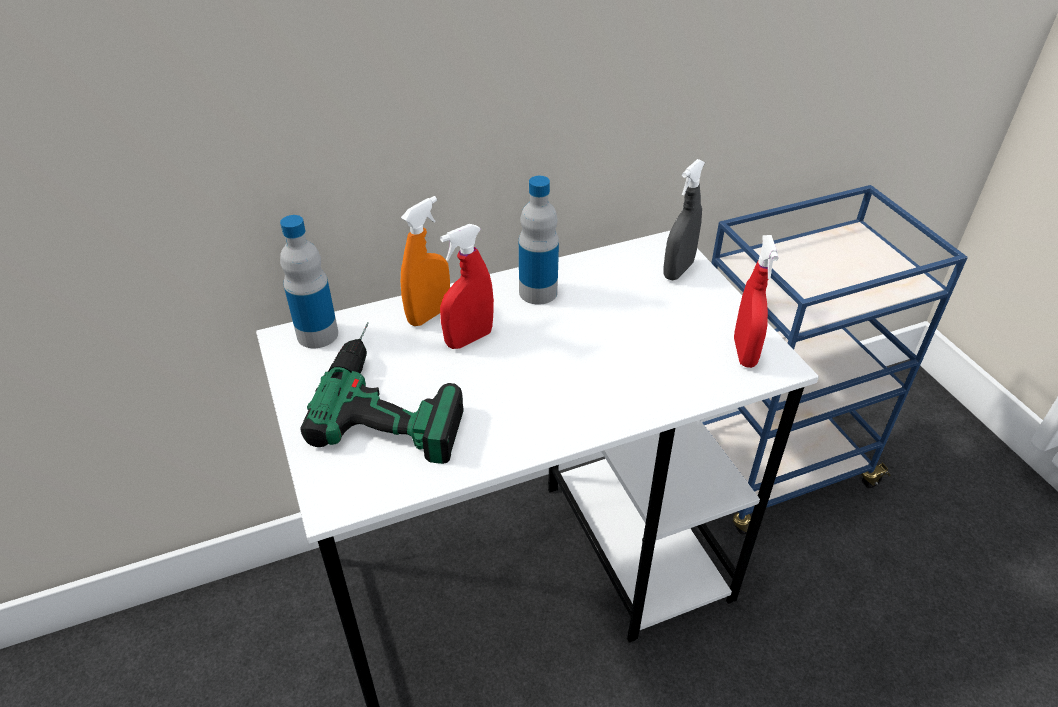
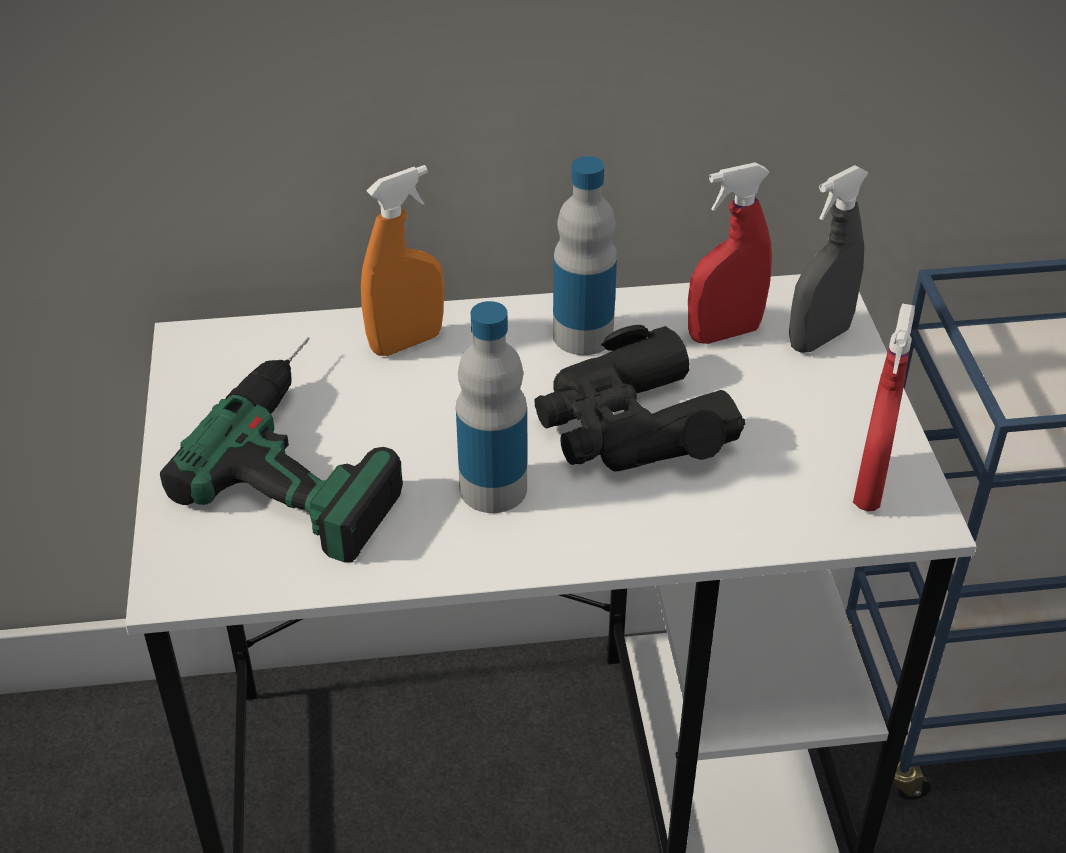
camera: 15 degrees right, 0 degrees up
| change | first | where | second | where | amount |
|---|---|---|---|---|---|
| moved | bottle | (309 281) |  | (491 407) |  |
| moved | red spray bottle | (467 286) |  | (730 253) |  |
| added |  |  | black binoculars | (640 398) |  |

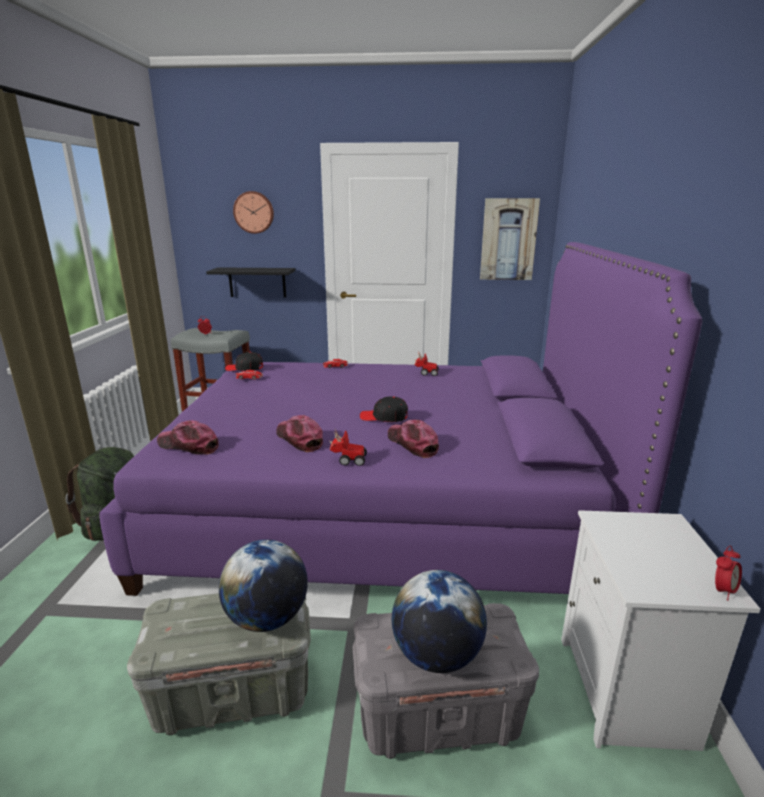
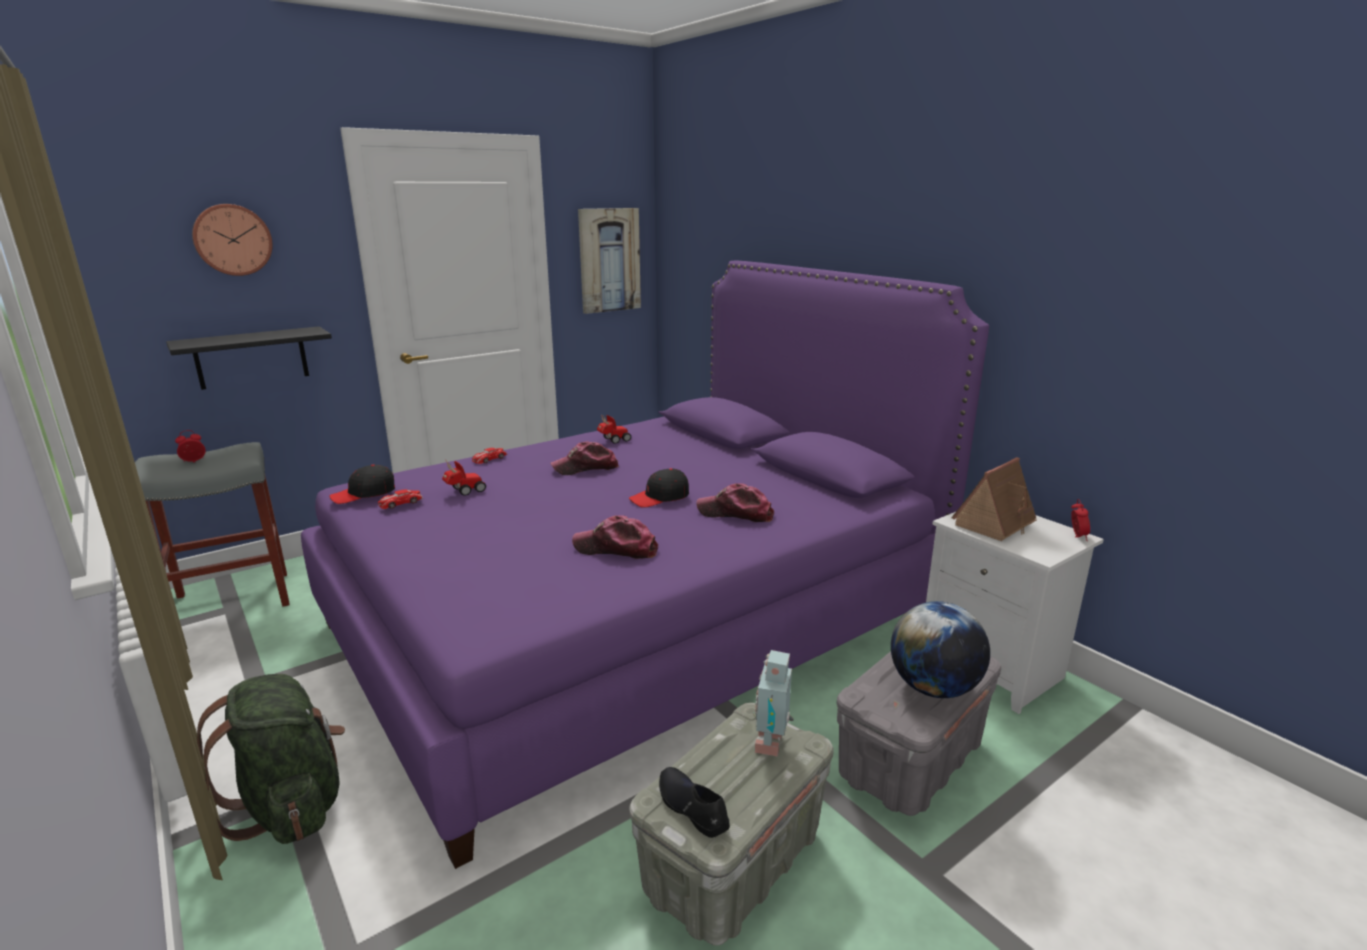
camera: 40 degrees left, 0 degrees up
| change | first | where | second | where | amount |
|---|---|---|---|---|---|
| moved | cap | (188 437) |  | (584 458) |  |
| replaced | globe | (263 585) | toy robot | (773 703) |  |
| moved | toy car | (348 447) |  | (464 478) |  |
| added |  |  | black shoe | (694 802) |  |
| added |  |  | toy house | (994 499) |  |

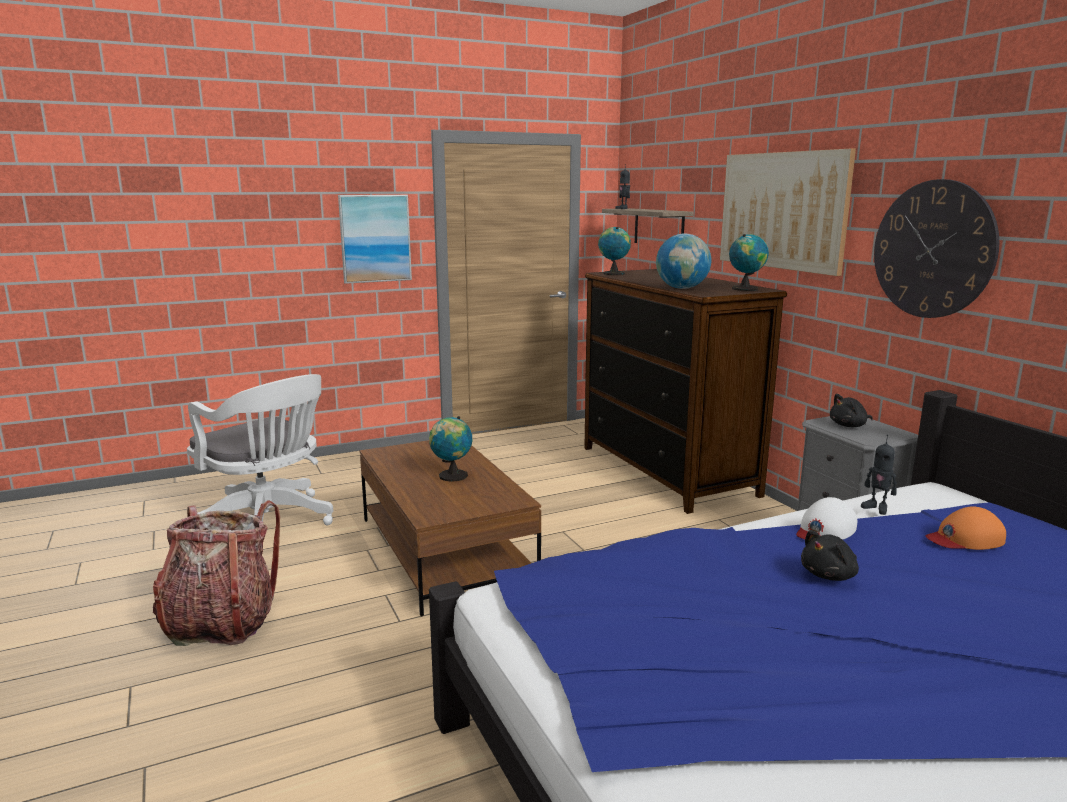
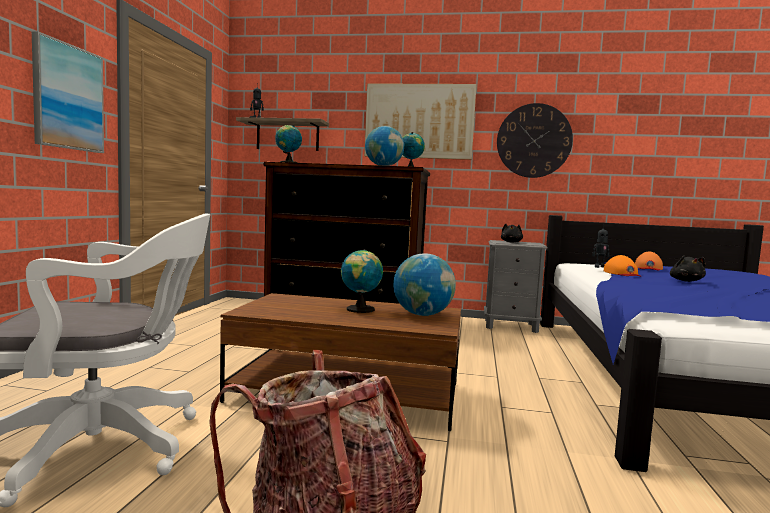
camera: 55 degrees left, 10 degrees down
| change | first | where | second | where | amount |
|---|---|---|---|---|---|
| recoloured | white cap | (826 518) | orange cap | (623 266) |  |
| added |  |  | globe | (424 284) |  |

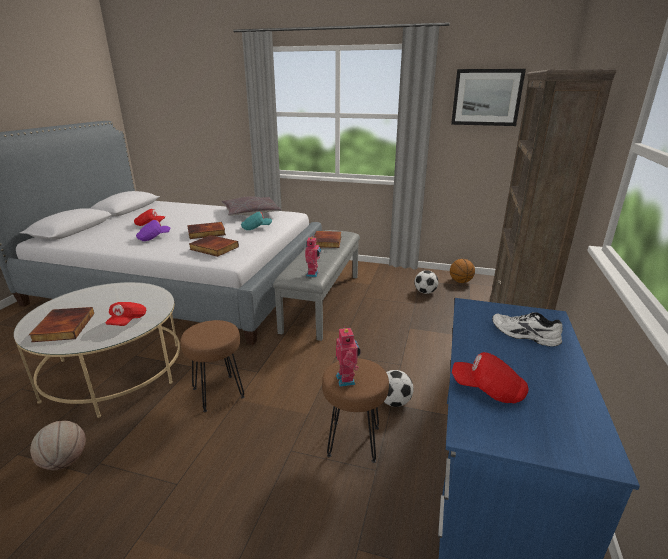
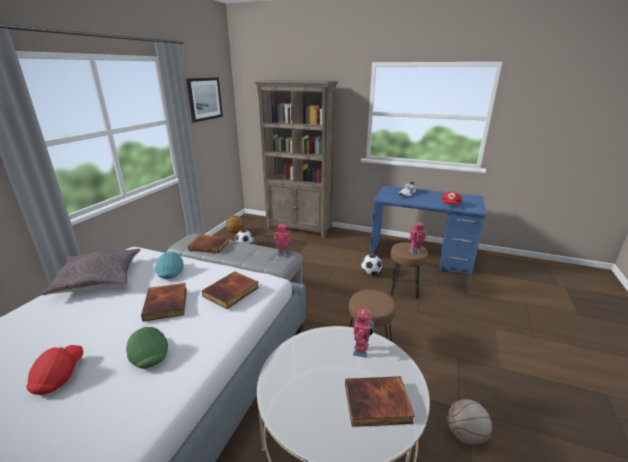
camera: 85 degrees left, 0 degrees up
| change | first | where | second | where | amount |
|---|---|---|---|---|---|
| replaced | red cap | (126 314) | toy robot | (363 332) |  |
| recoloured | purple cap | (153 230) | green cap | (147 347) |  |

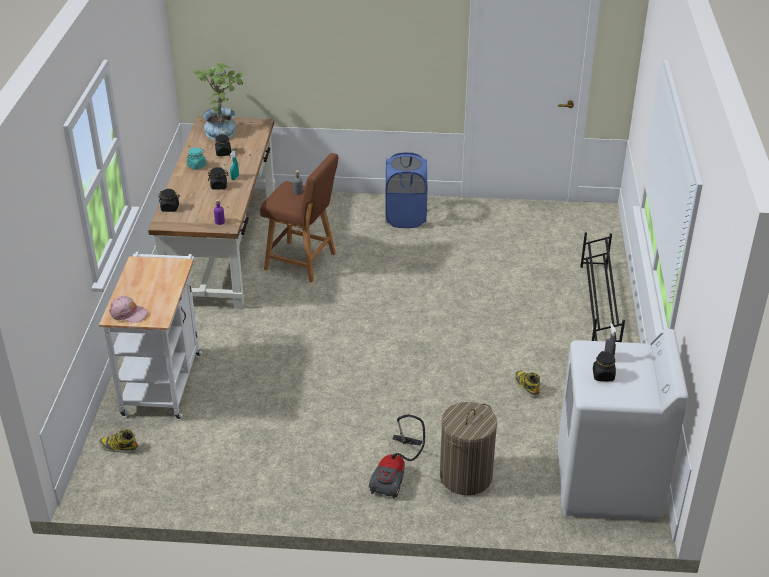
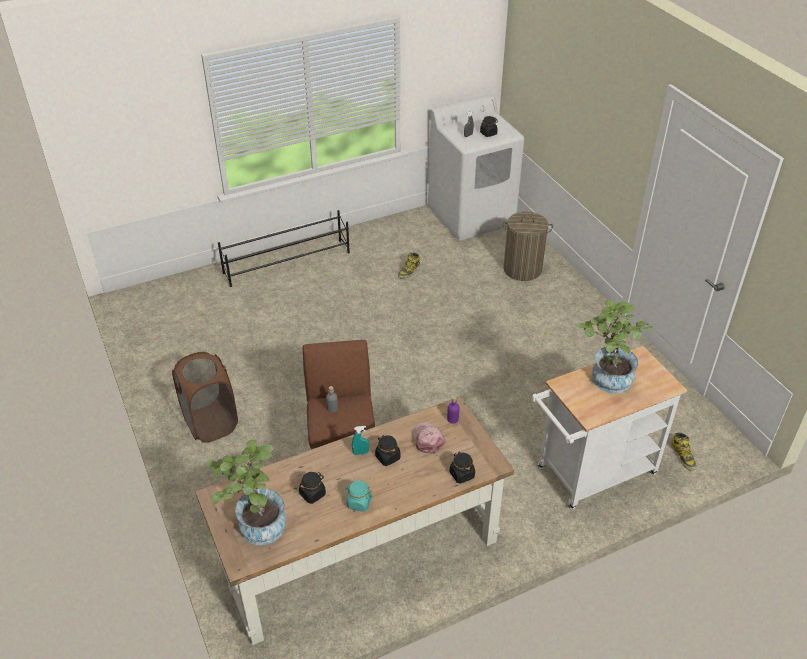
camera: 120 degrees left, 5 degrees up
| change | first | where | second | where | amount |
|---|---|---|---|---|---|
| moved | pink cap | (128 309) |  | (429 438) |  |
| removed | vacuum cleaner | (397 456) |  |  |  |
| recoloured | blue laundry basket | (406 190) | brown laundry basket | (205 397) |  |
| added |  |  | potted plant | (615 346) |  |

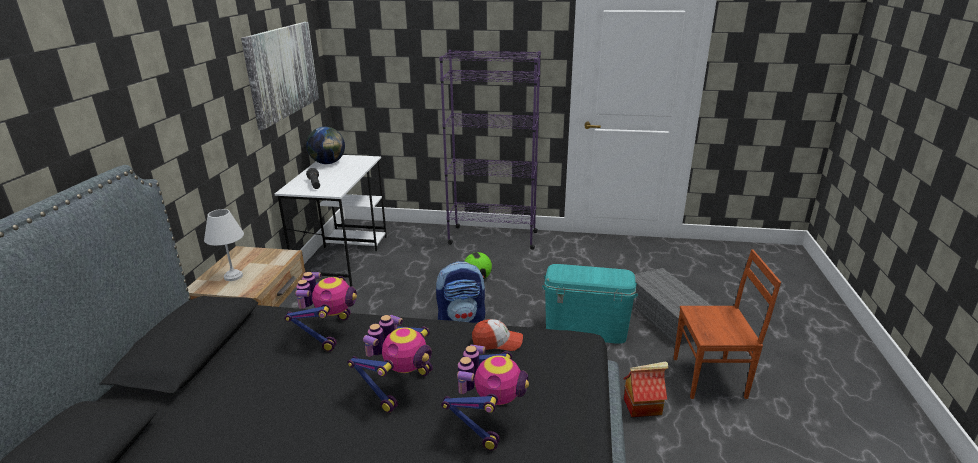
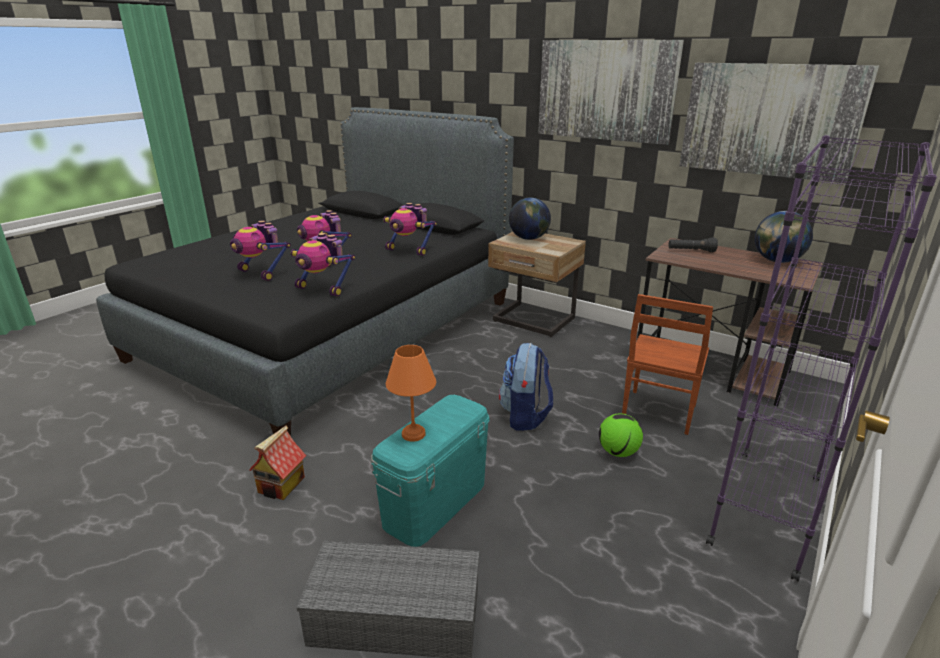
camera: 115 degrees right, 0 degrees up
| change | first | where | second | where | amount |
|---|---|---|---|---|---|
| replaced | white table lamp | (224 245) | globe | (530 218) |  |
| recoloured | white desk | (331 221) | brown desk | (730 322) |  |
| replaced | cap | (497 335) | toy robot | (323 265) |  |
| moved | brown chair | (727 324) |  | (667 364) |  |
| added |  |  | orange table lamp | (411 393) |  |
| added |  |  | picture | (611 92) |  |

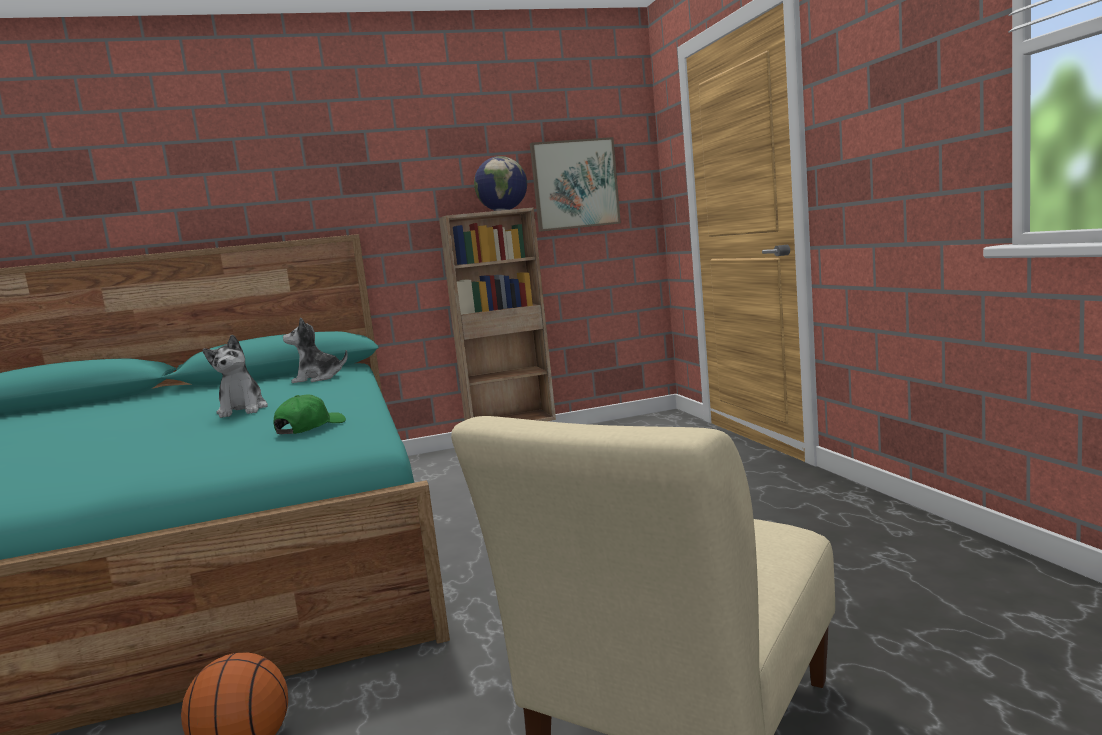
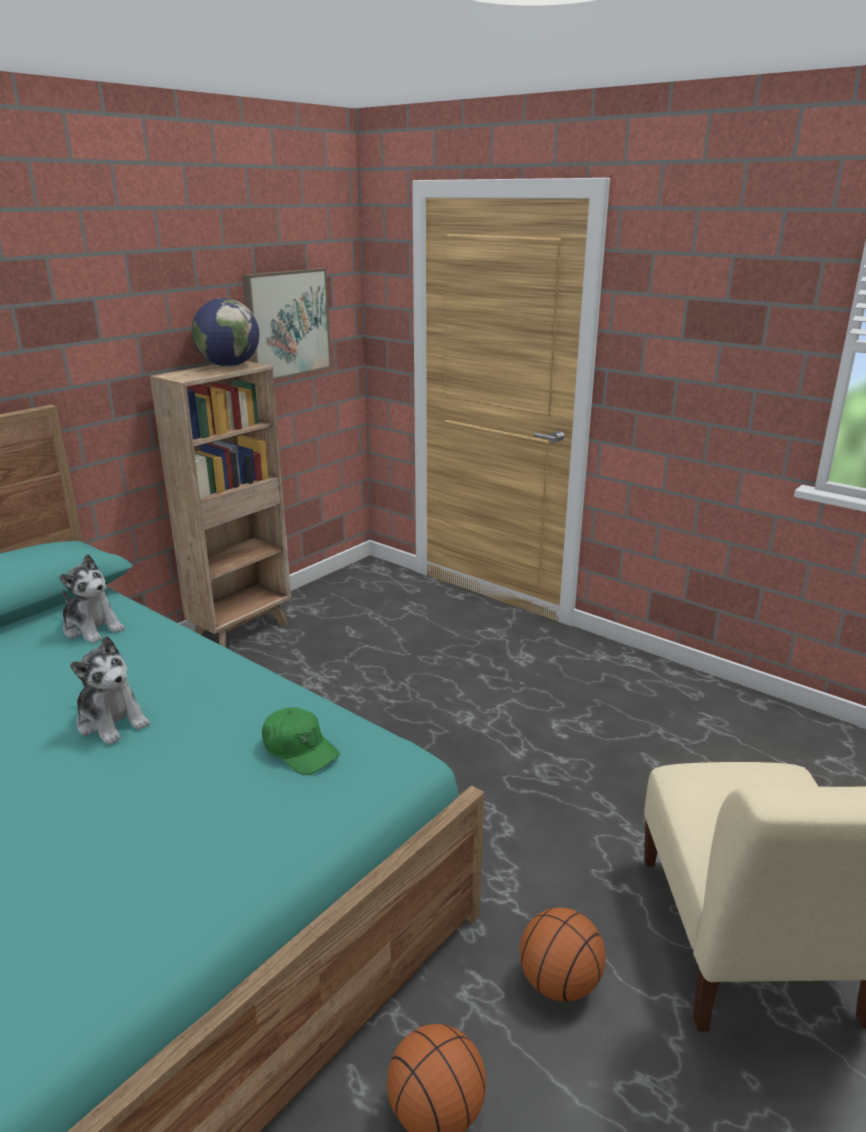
camera: 35 degrees left, 15 degrees up
| change | first | where | second | where | amount |
|---|---|---|---|---|---|
| turned | green cap | (310 414) |  | (301 741) | 135 degrees clockwise |
| turned | plush toy | (315 350) |  | (92 599) | 105 degrees counterclockwise |
| added |  |  | basketball | (563 954) |  |

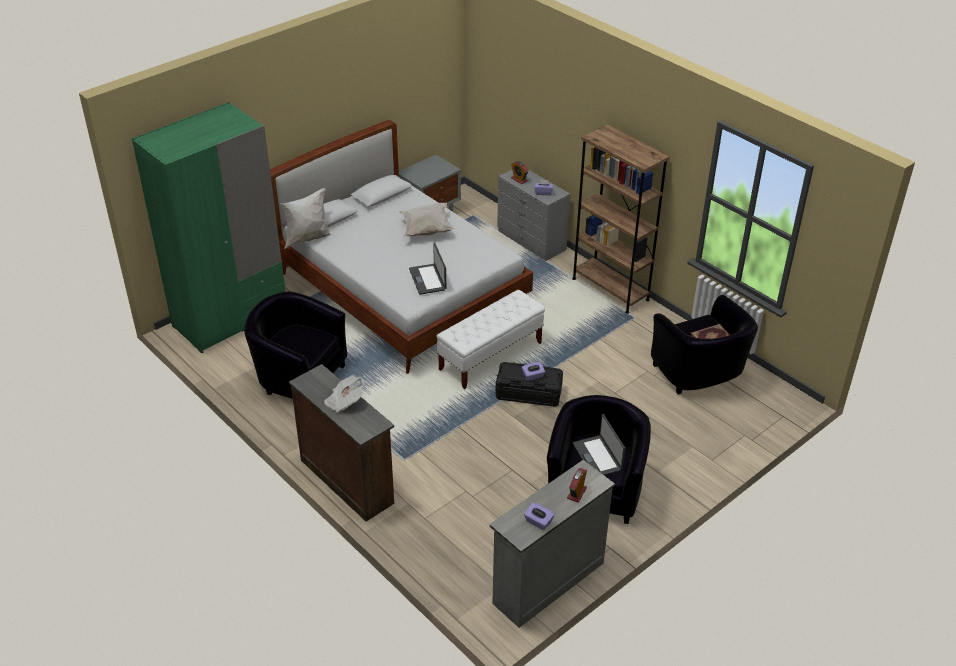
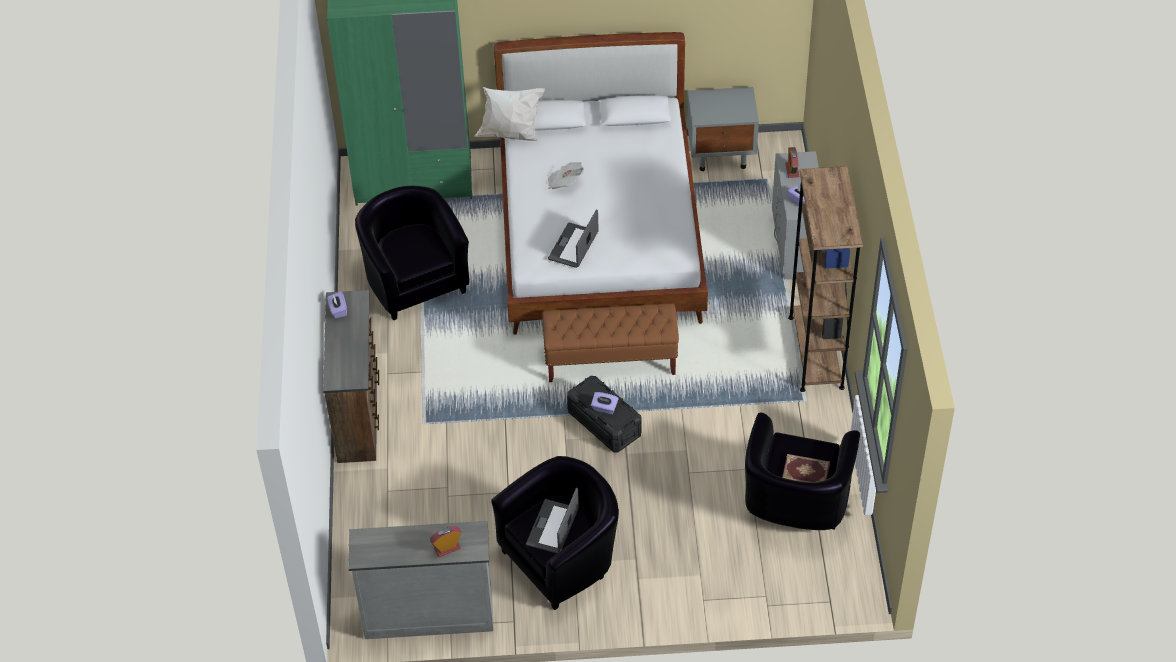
camera: 40 degrees right, 10 degrees up
| change | first | where | second | where | amount |
|---|---|---|---|---|---|
| moved | newspaper | (344 394) |  | (566 175) |  |
| removed | white pillow | (427 220) |  |  |  |
| recoloured | white bench | (490 339) | brown bench | (610 342) |  |
| moved | purple tissue box | (539 516) |  | (337 304) |  |

